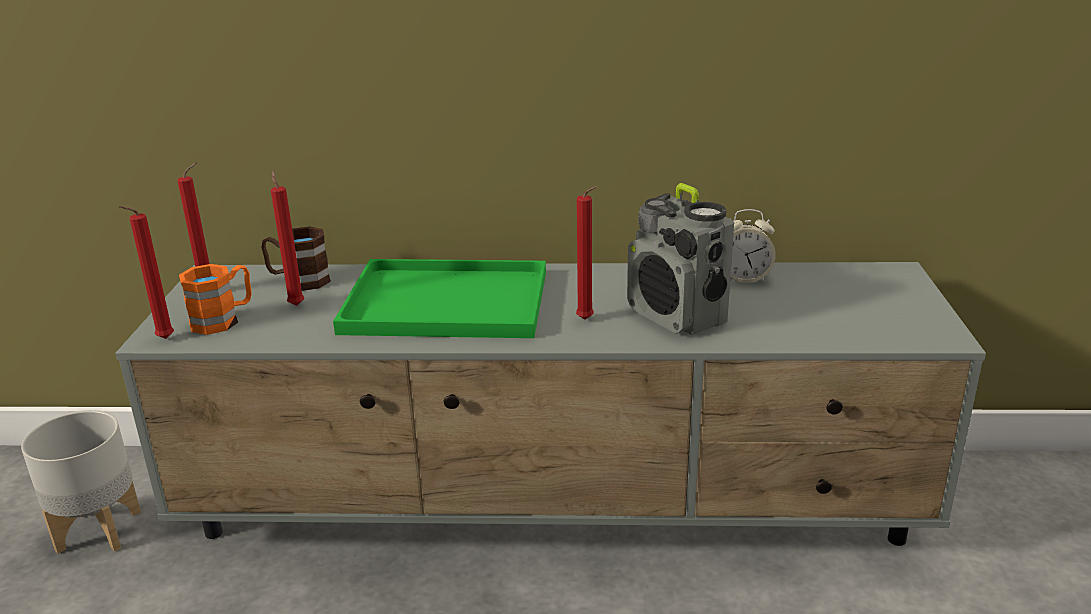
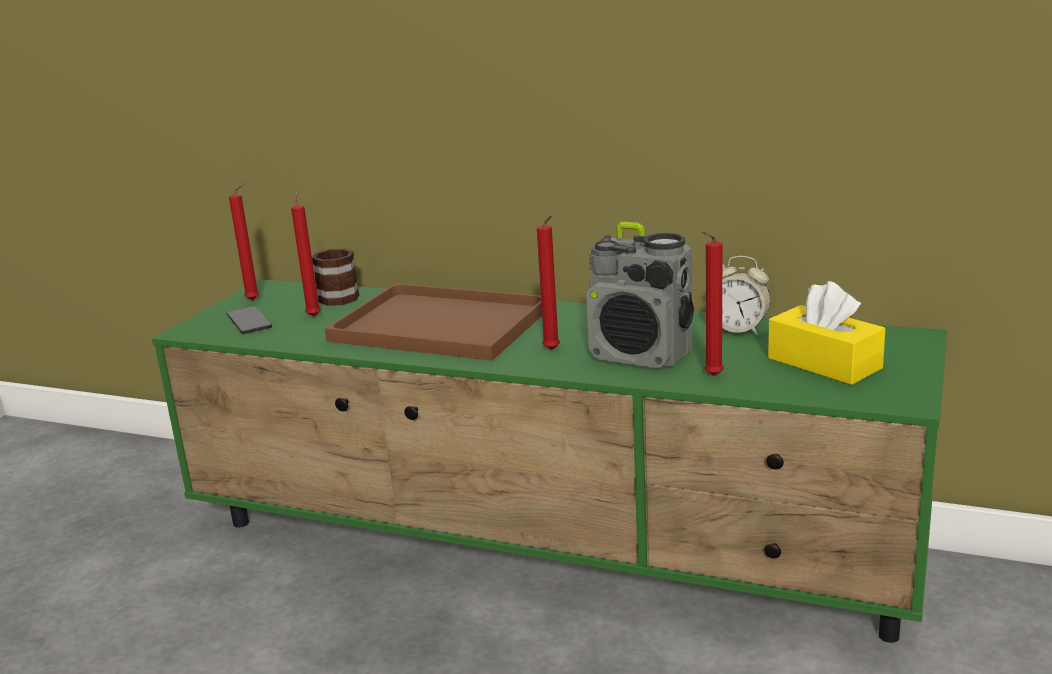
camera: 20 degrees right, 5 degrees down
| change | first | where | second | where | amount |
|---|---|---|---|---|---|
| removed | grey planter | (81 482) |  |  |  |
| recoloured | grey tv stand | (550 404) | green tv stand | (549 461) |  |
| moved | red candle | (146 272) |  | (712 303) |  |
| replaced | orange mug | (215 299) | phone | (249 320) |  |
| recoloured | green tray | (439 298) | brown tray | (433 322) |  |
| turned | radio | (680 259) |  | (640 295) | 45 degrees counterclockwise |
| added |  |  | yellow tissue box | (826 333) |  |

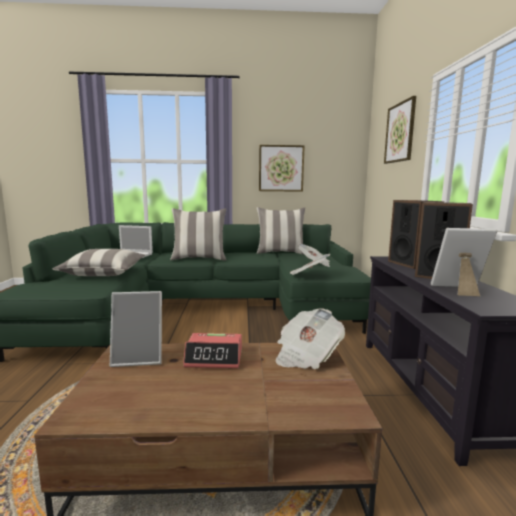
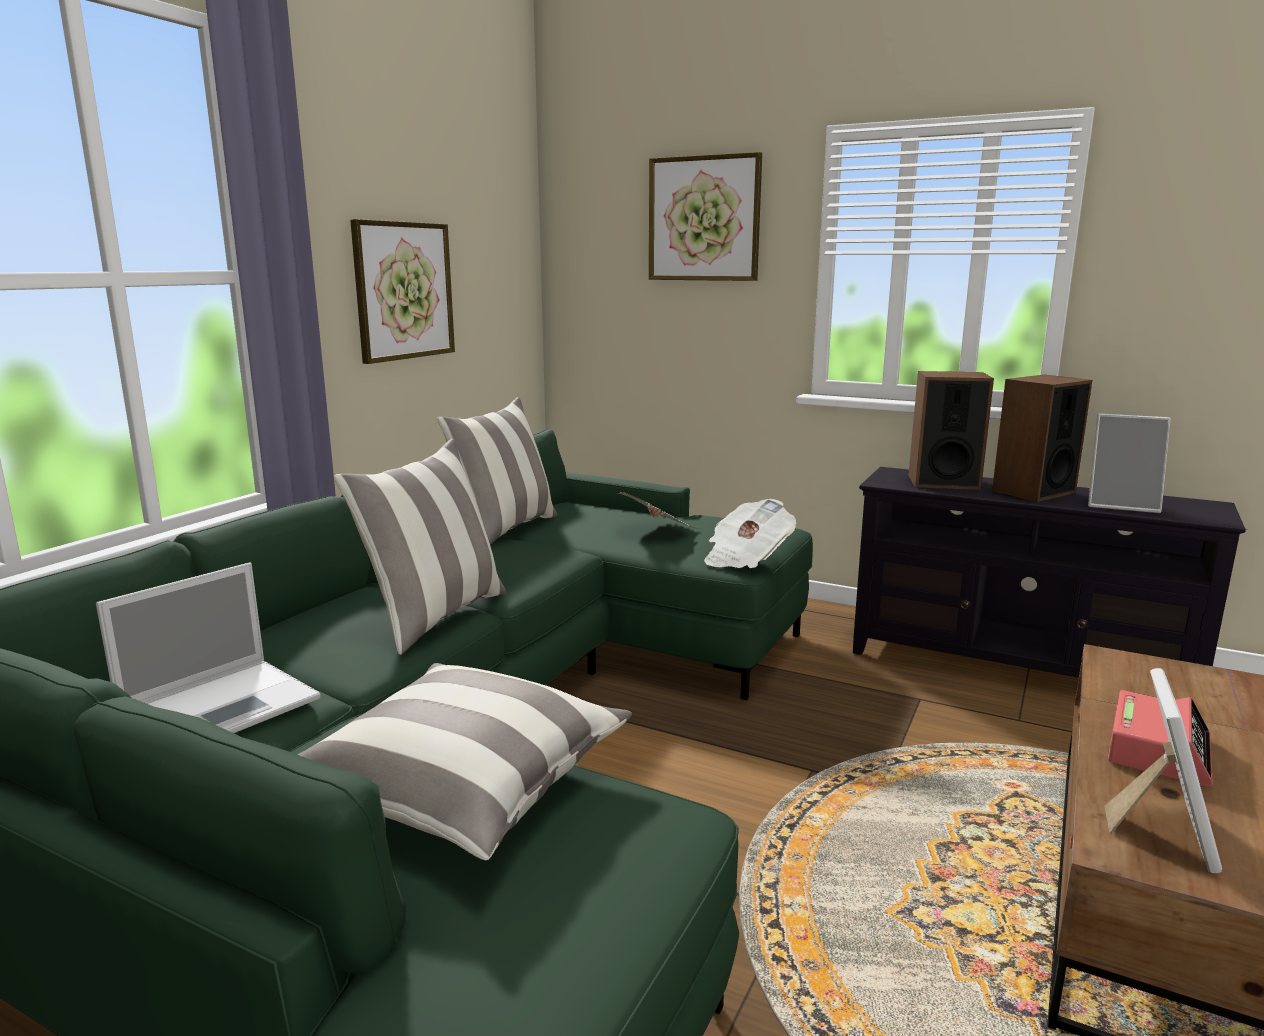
camera: 60 degrees left, 5 degrees up
| change | first | where | second | where | amount |
|---|---|---|---|---|---|
| removed | newspaper | (310 338) |  |  |  |
| turned | picture frame | (464 262) |  | (1129 463) | 105 degrees counterclockwise |

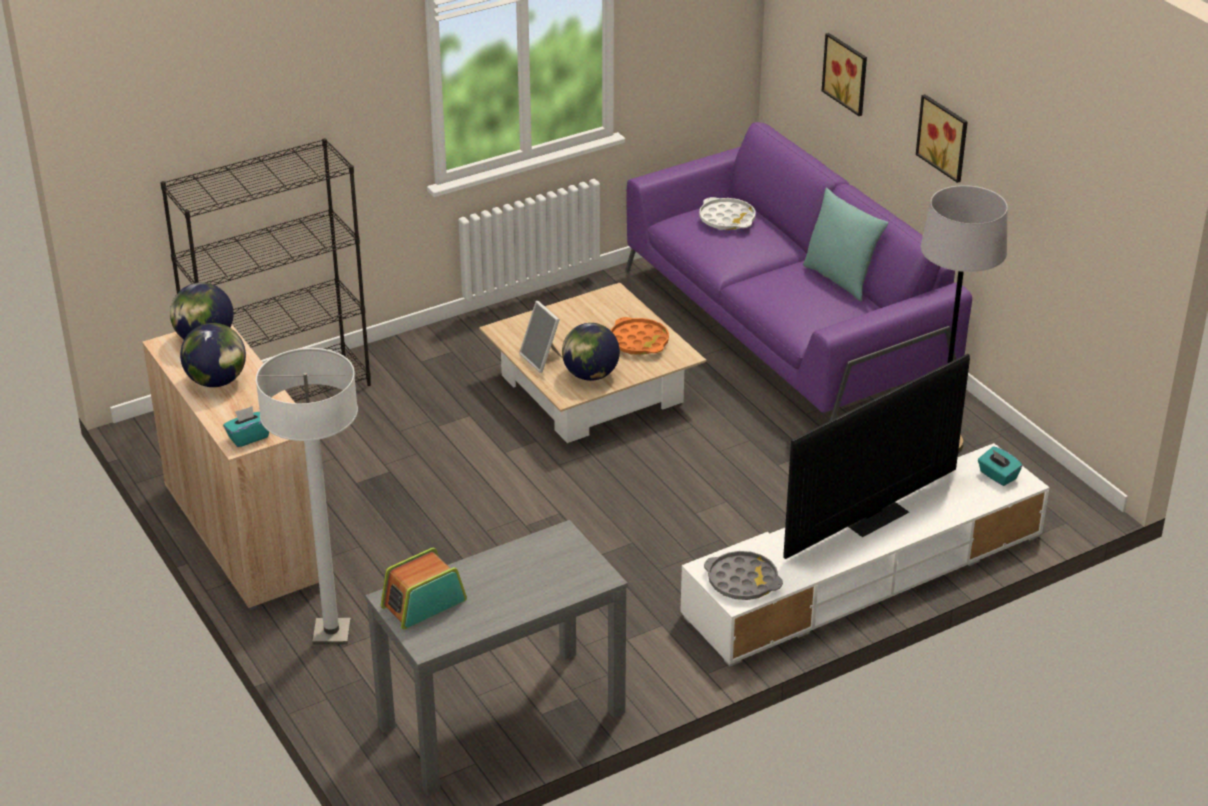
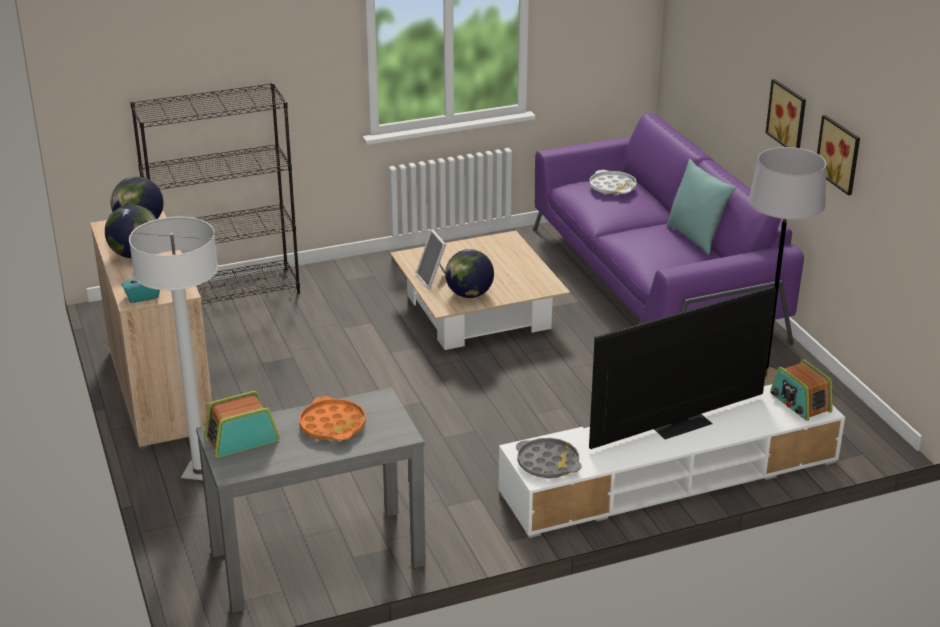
camera: 10 degrees right, 5 degrees down
| change | first | where | second | where | amount |
|---|---|---|---|---|---|
| moved | orange tray | (640 336) |  | (332 418) |  |
| moved | picture | (844 74) |  | (838 155) |  |
| replaced | turquoise tissue box | (1000 466) | radio | (801 390) |  |

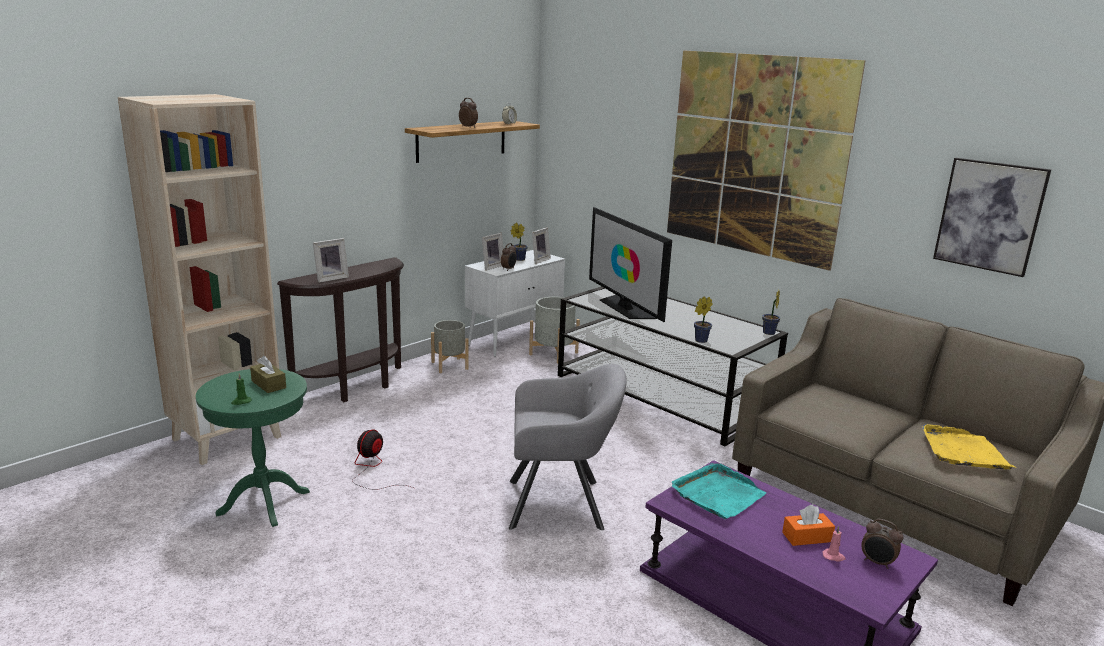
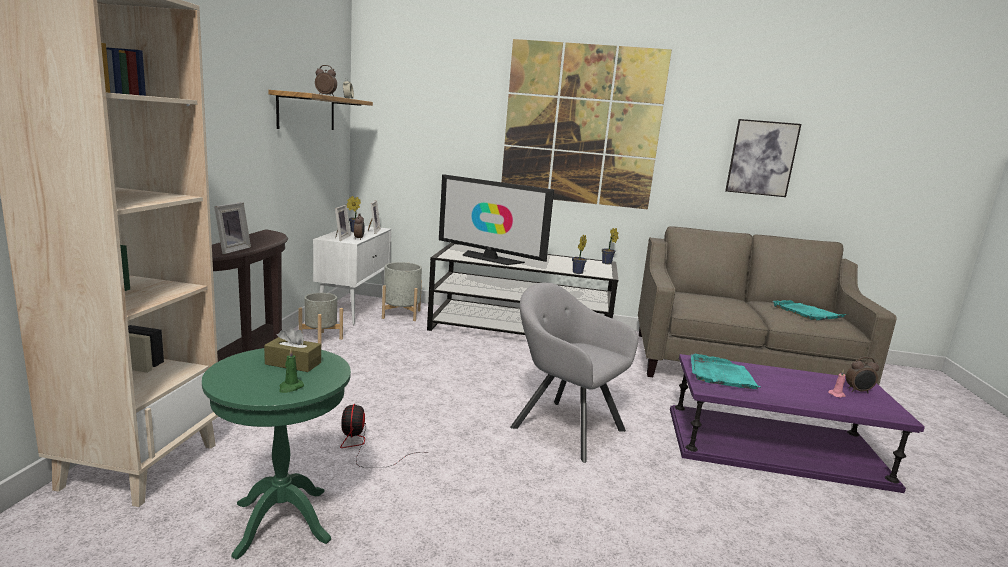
camera: 35 degrees left, 5 degrees down
| change | first | where | second | where | amount |
|---|---|---|---|---|---|
| turned | grey armchair | (567 447) |  | (574 372) | 105 degrees counterclockwise |
| removed | orange tissue box | (808 525) |  |  |  |
| recoloured | yellow tray | (969 446) | turquoise tray | (810 310) |  |

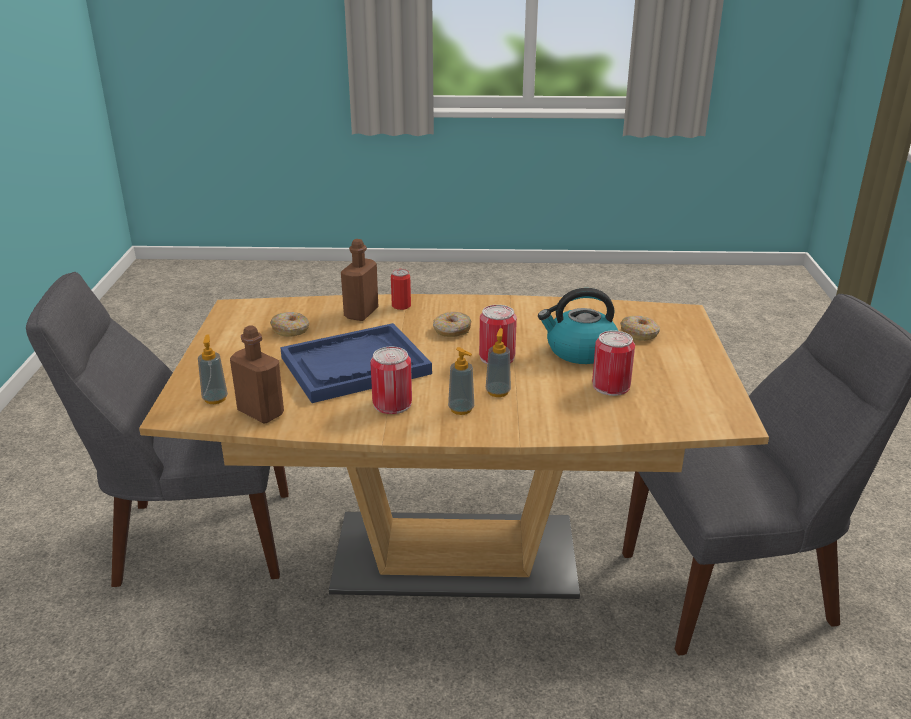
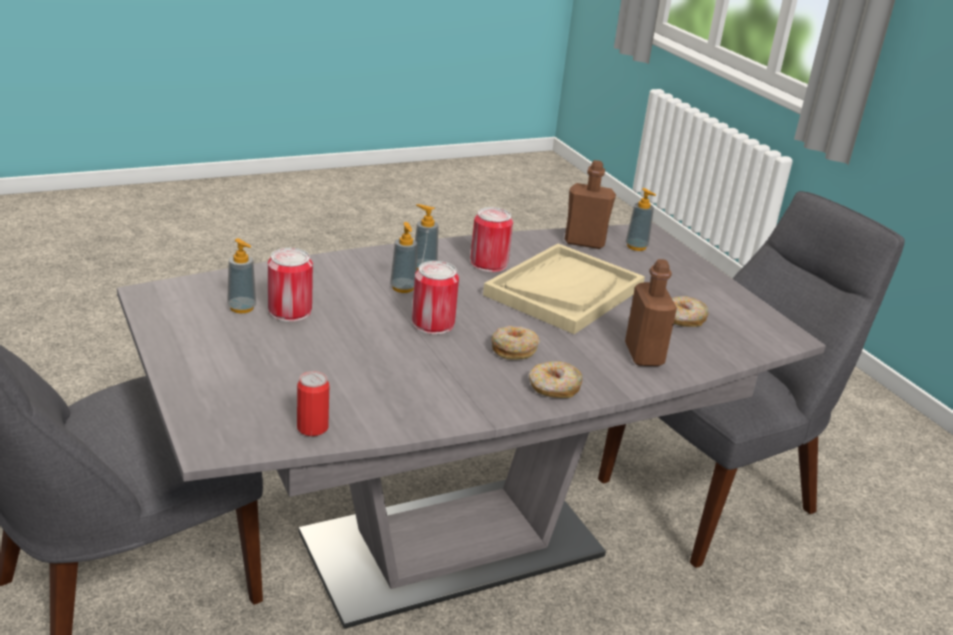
camera: 150 degrees right, 0 degrees up
| change | first | where | second | where | amount |
|---|---|---|---|---|---|
| recoloured | brown dining table | (454 446) | grey dining table | (471 426) |  |
| recoloured | blue tray | (356 363) | beige tray | (564 288) |  |
| moved | can | (401 289) |  | (313 403) |  |
| removed | kettle | (578 326) |  |  |  |
| moved | donut | (640 328) |  | (555 379) |  |
| added |  |  | soap dispenser | (241 275) |  |

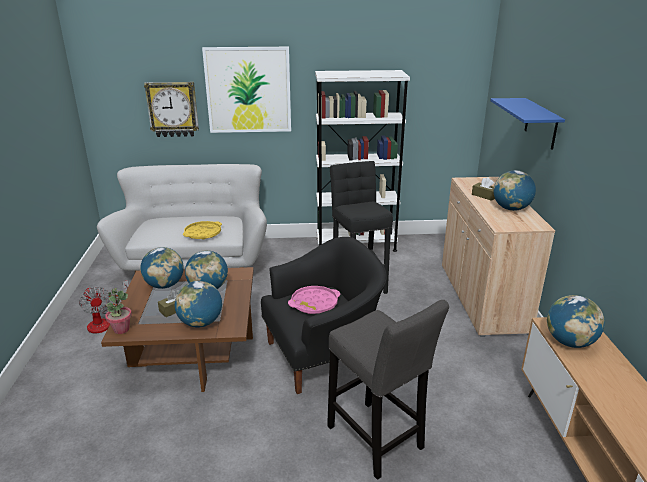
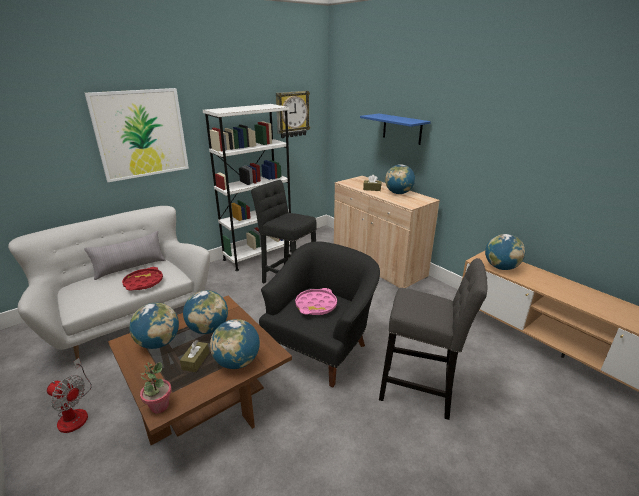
camera: 35 degrees left, 0 degrees up
| change | first | where | second | where | amount |
|---|---|---|---|---|---|
| moved | wall clock | (171 109) |  | (293 114) |  |
| recoloured | yellow tray | (202 230) | red tray | (142 278) |  |
| added |  |  | grey pillow | (125 255) |  |

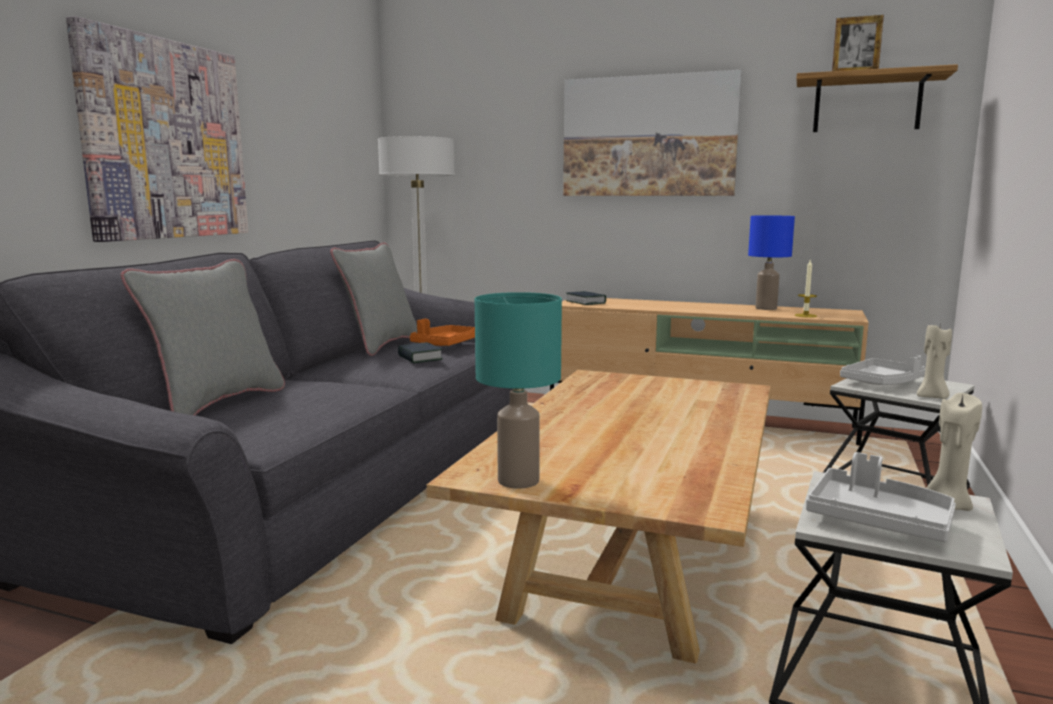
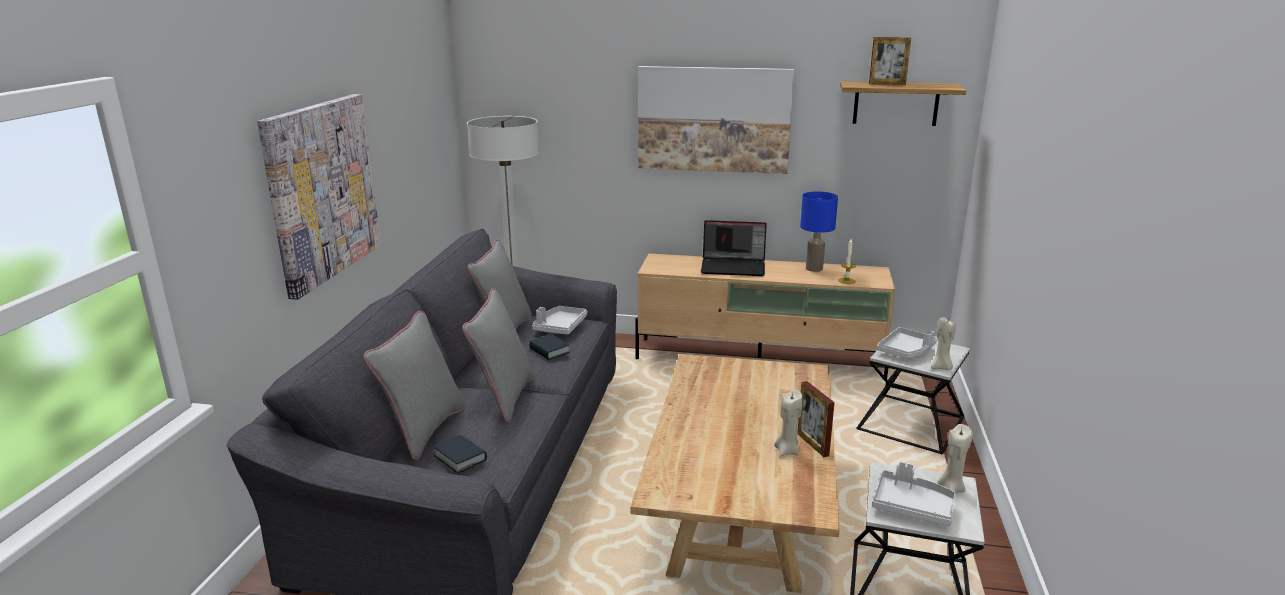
camera: 10 degrees left, 10 degrees up
| change | first | where | second | where | amount |
|---|---|---|---|---|---|
| recoloured | orange tray | (442 332) | grey tray | (559 320) |  |
| removed | turquoise table lamp | (518 390) |  |  |  |
| moved | book | (586 298) |  | (460 454) |  |
| added |  |  | grey pillow | (498 355) |  |
| added |  |  | laptop | (734 248) |  |
| added |  |  | beige candle | (788 423) |  |
| added |  |  | picture frame | (816 419) |  |

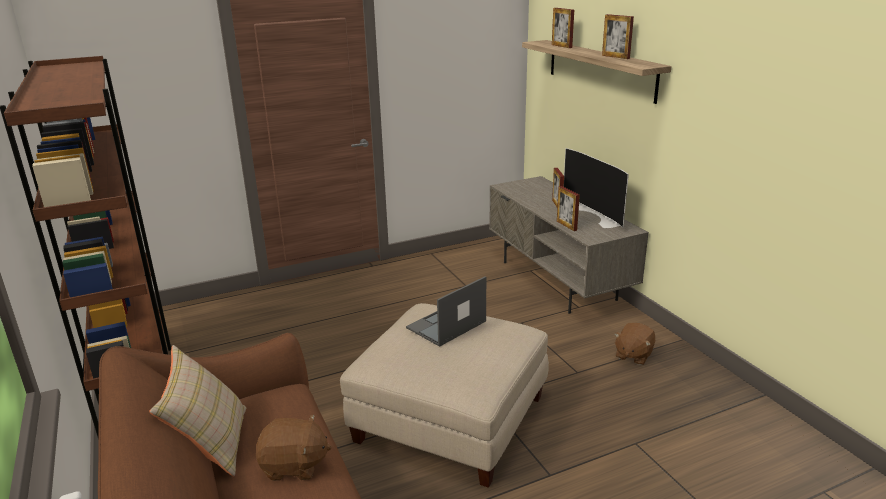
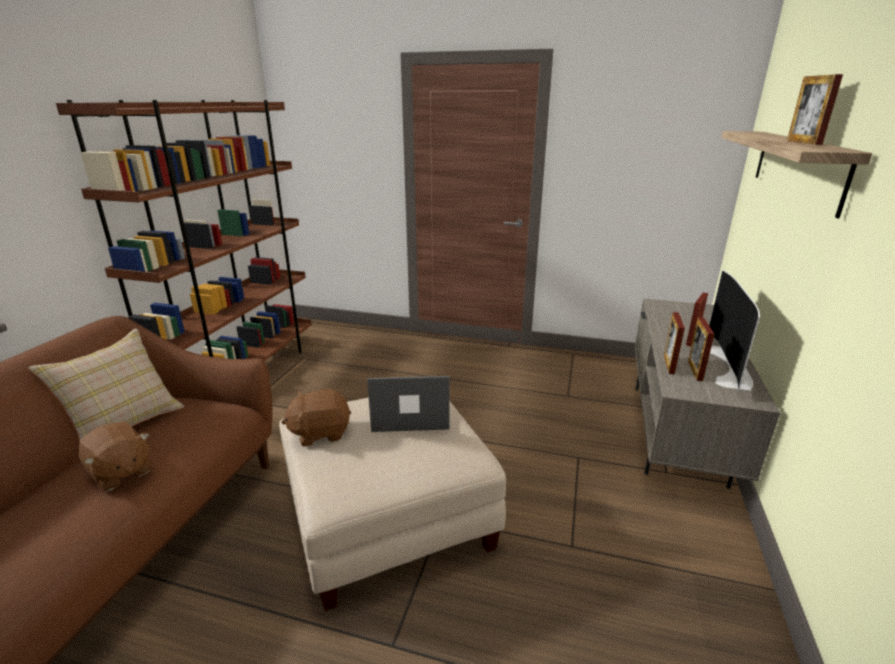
camera: 40 degrees right, 0 degrees up
| change | first | where | second | where | amount |
|---|---|---|---|---|---|
| moved | picture frame | (563 28) |  | (701 349) |  |
| moved | brown plush toy | (635 344) |  | (316 418) |  |

